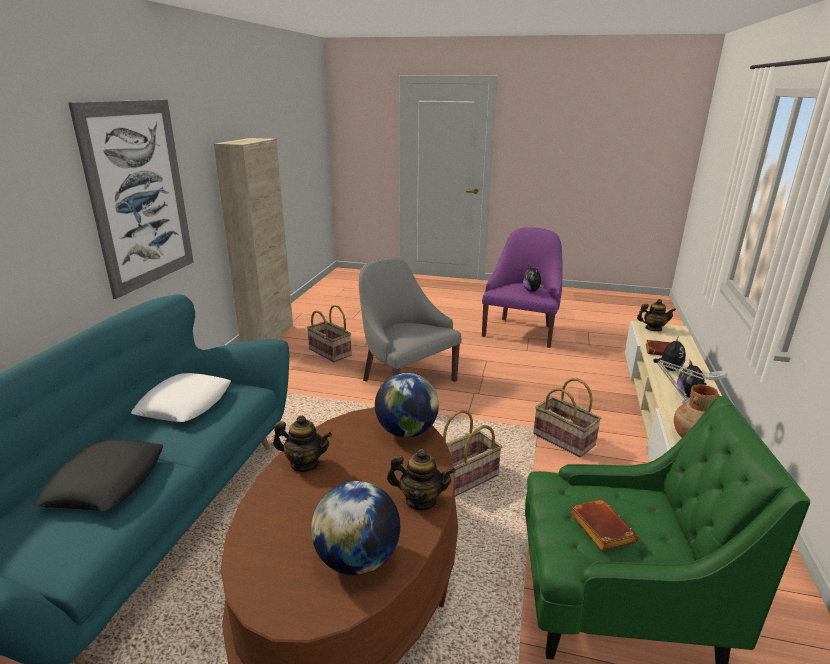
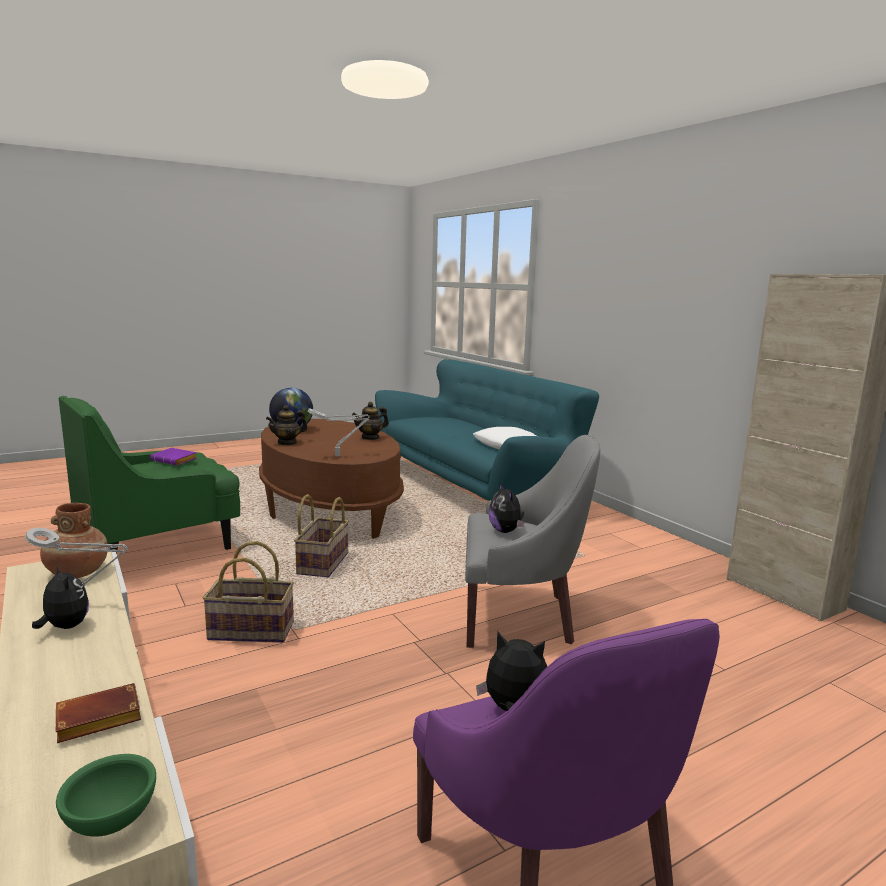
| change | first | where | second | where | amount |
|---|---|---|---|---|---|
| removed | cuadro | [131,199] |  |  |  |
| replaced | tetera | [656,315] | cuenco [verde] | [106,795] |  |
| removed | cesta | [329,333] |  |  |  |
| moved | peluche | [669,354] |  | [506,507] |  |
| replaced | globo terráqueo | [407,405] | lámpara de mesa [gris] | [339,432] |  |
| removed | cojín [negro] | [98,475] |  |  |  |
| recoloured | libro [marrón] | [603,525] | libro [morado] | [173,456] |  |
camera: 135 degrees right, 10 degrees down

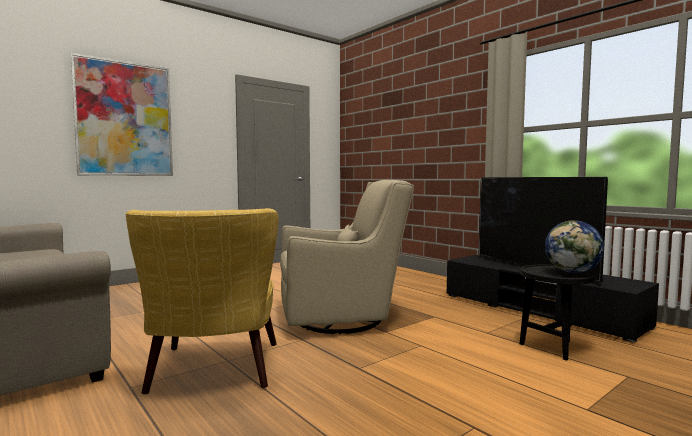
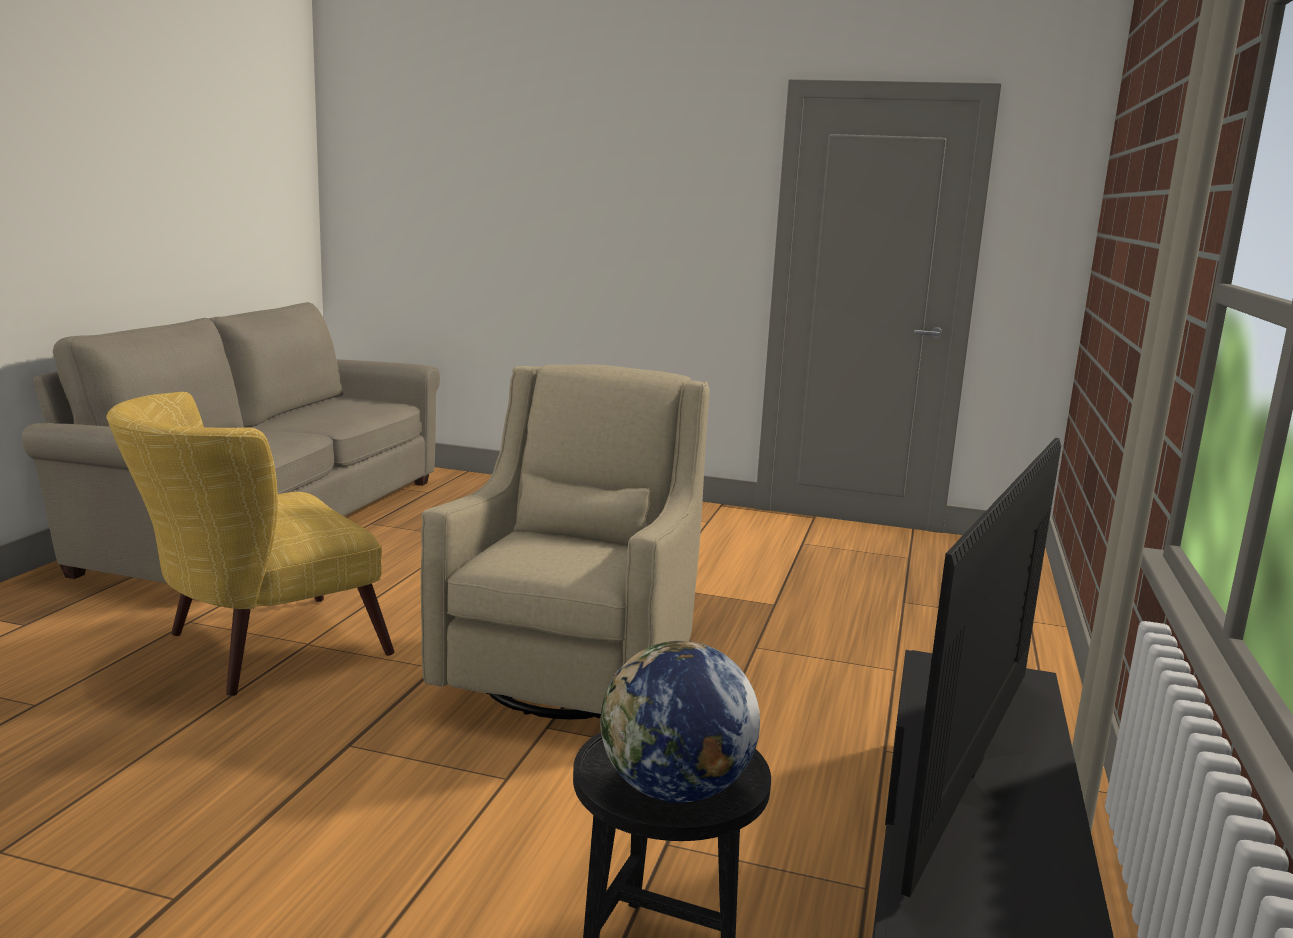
| change | first | where | second | where | amount |
|---|---|---|---|---|---|
| removed | cuadro | [121,114] |  |  |  |
| turned | sillón [beis] | [347,257] |  | [565,542] | 120 degrees counterclockwise |
camera: 55 degrees right, 10 degrees up

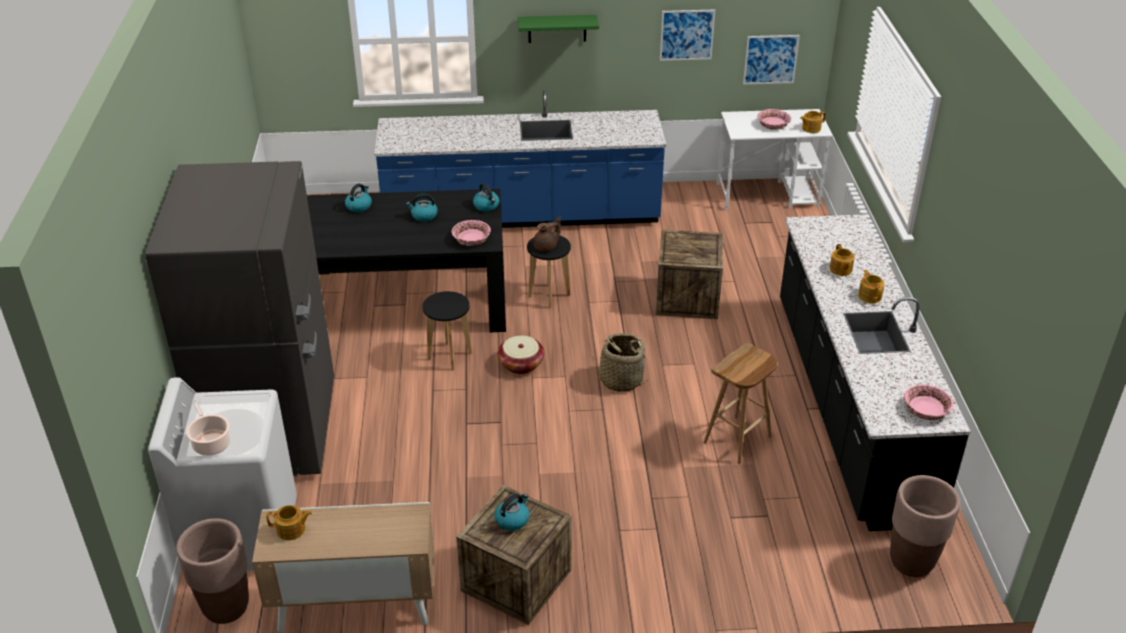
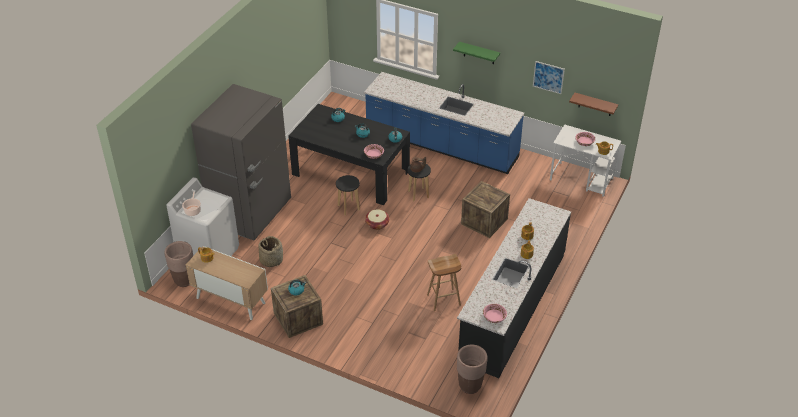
| change | first | where | second | where | amount |
|---|---|---|---|---|---|
| replaced | cuadro | [771,60] | estante [marrón] | [593,104] |  |
| moved | cesta | [620,362] |  | [270,251] |  |
camera: 30 degrees right, 5 degrees up

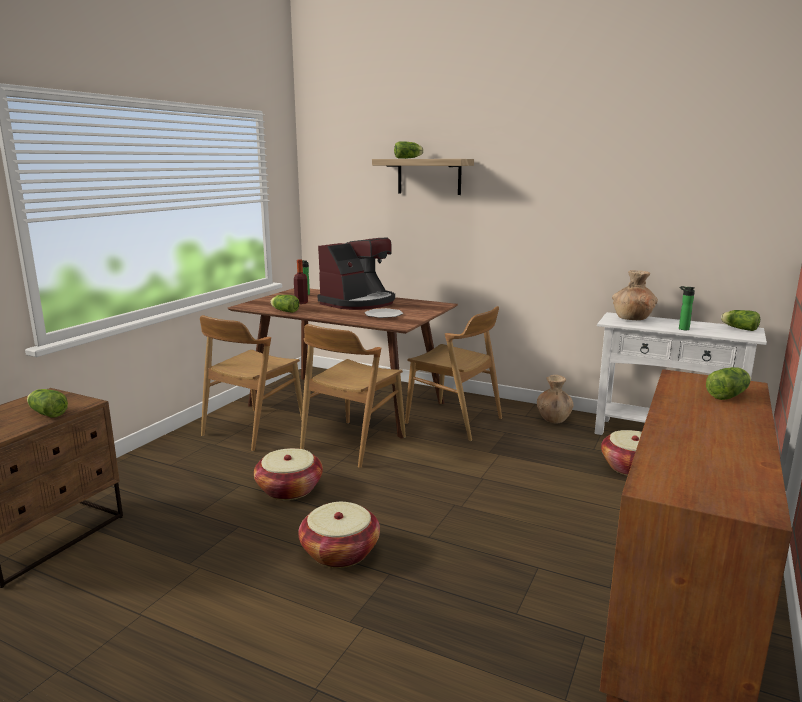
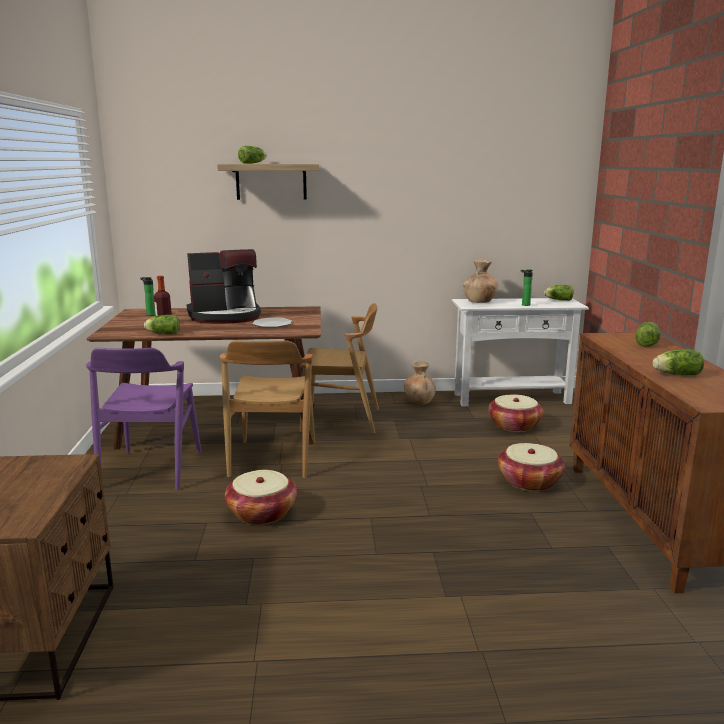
| change | first | where | second | where | amount |
|---|---|---|---|---|---|
| turned | cafetera | [356,274] |  | [224,286] | 60 degrees clockwise |
| recoloured | silla [marrón] | [251,383] | silla [morado] | [144,419] |  |
| moved | lechuga | [47,403] |  | [678,362] |  |
| moved | cesta | [339,535] |  | [531,467] |  |
camera: 30 degrees left, 0 degrees up

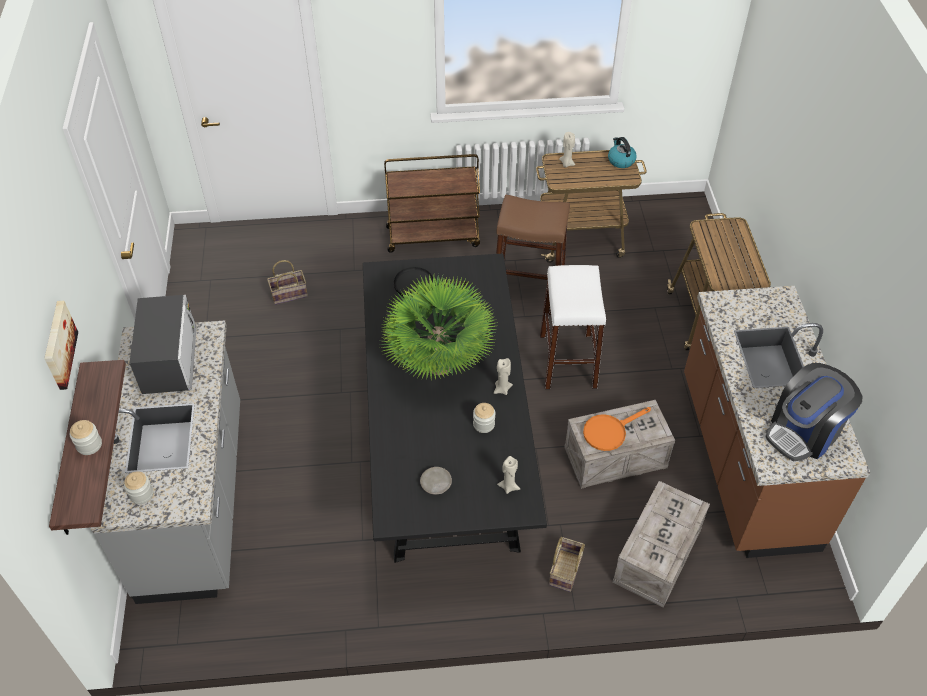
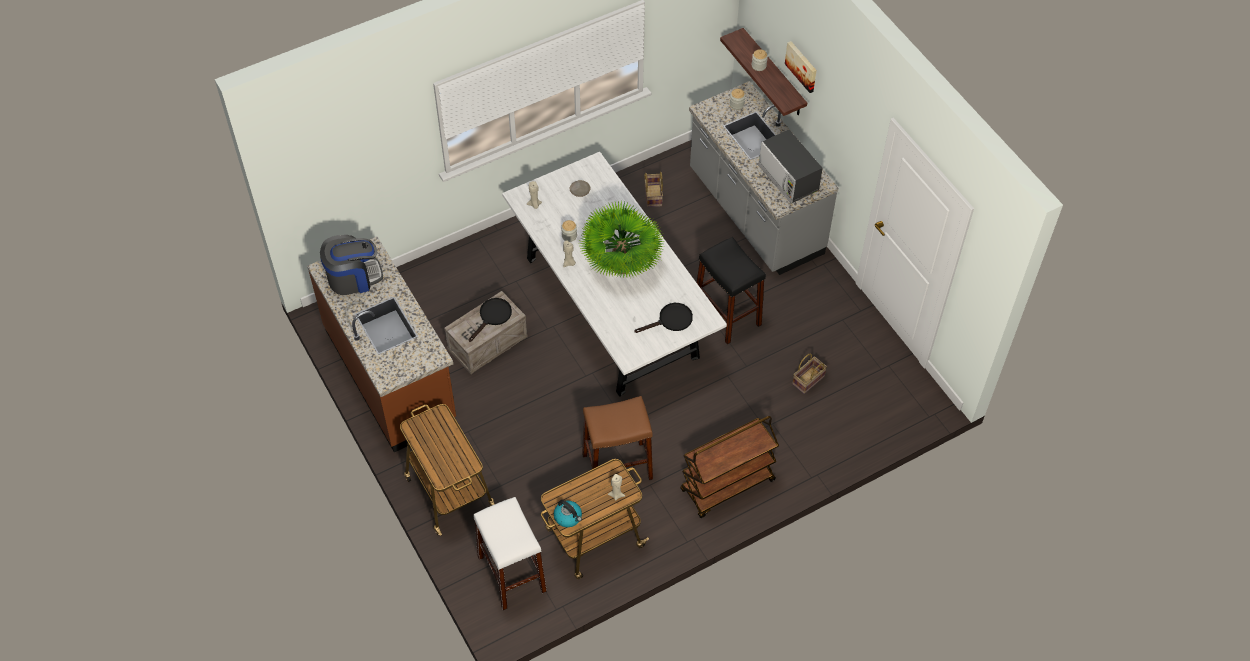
| change | first | where | second | where | amount |
|---|---|---|---|---|---|
| recoloured | mesa de comedor [negro] | [455,408] | mesa de comedor [blanco] | [614,274] |  |
| moved | taburete [blanco] | [573,327] |  | [510,553] |  |
| turned | cafetera | [814,412] |  | [351,265] | 45 degrees clockwise |
| recoloured | sartén [naranja] | [617,429] | sartén [negro] | [490,320] |  |
| removed | caja de embalaje | [661,544] |  |  |  |
| moved | cesta | [567,564] |  | [653,189] |  |
| added |  |  | taburete [negro] | [731,290] |  |
camera: 155 degrees right, 5 degrees up

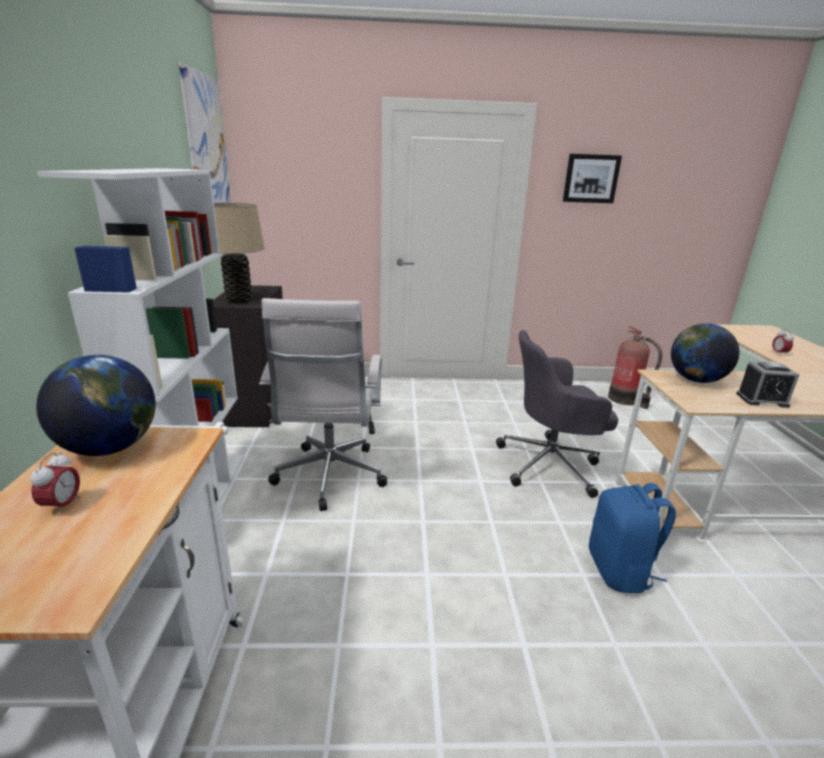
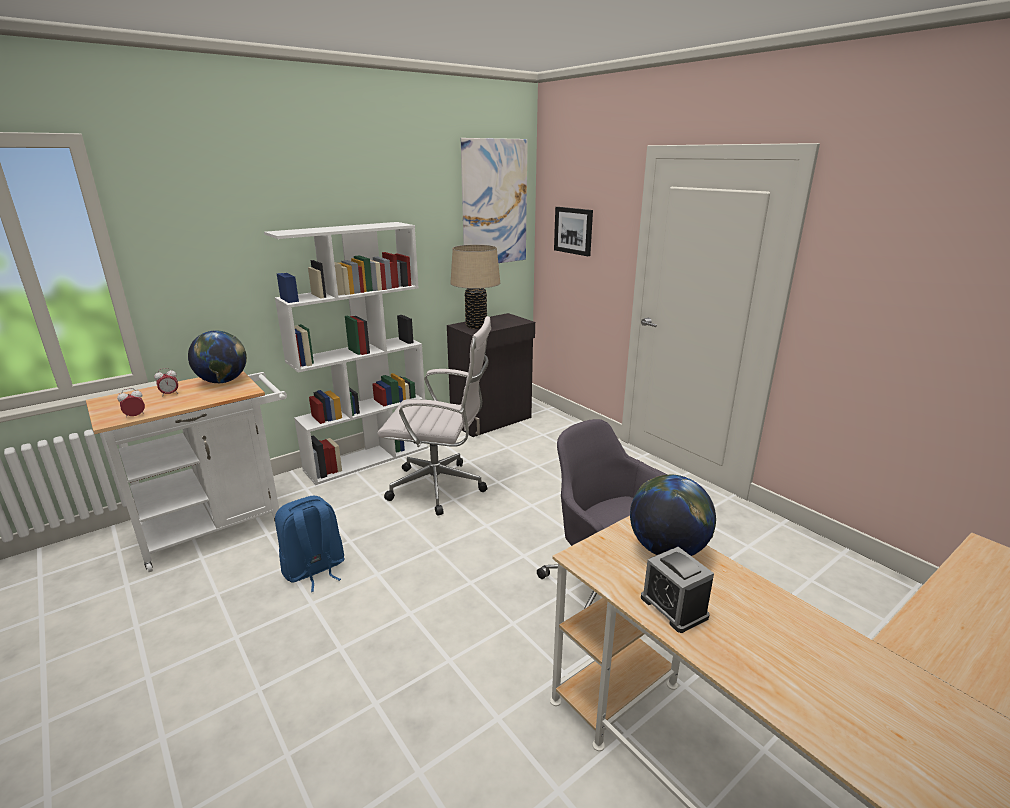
| change | first | where | second | where | amount |
|---|---|---|---|---|---|
| moved | cuadro | [592,178] |  | [573,231] |  |
| turned | silla de oficina [blanco] | [323,404] |  | [434,416] | 135 degrees counterclockwise |
| removed | extintor | [635,367] |  |  |  |
| moved | despertador | [783,342] |  | [131,402] |  |
| moved | mochila [azul] | [632,538] |  | [310,544] |  |
camera: 55 degrees right, 0 degrees up

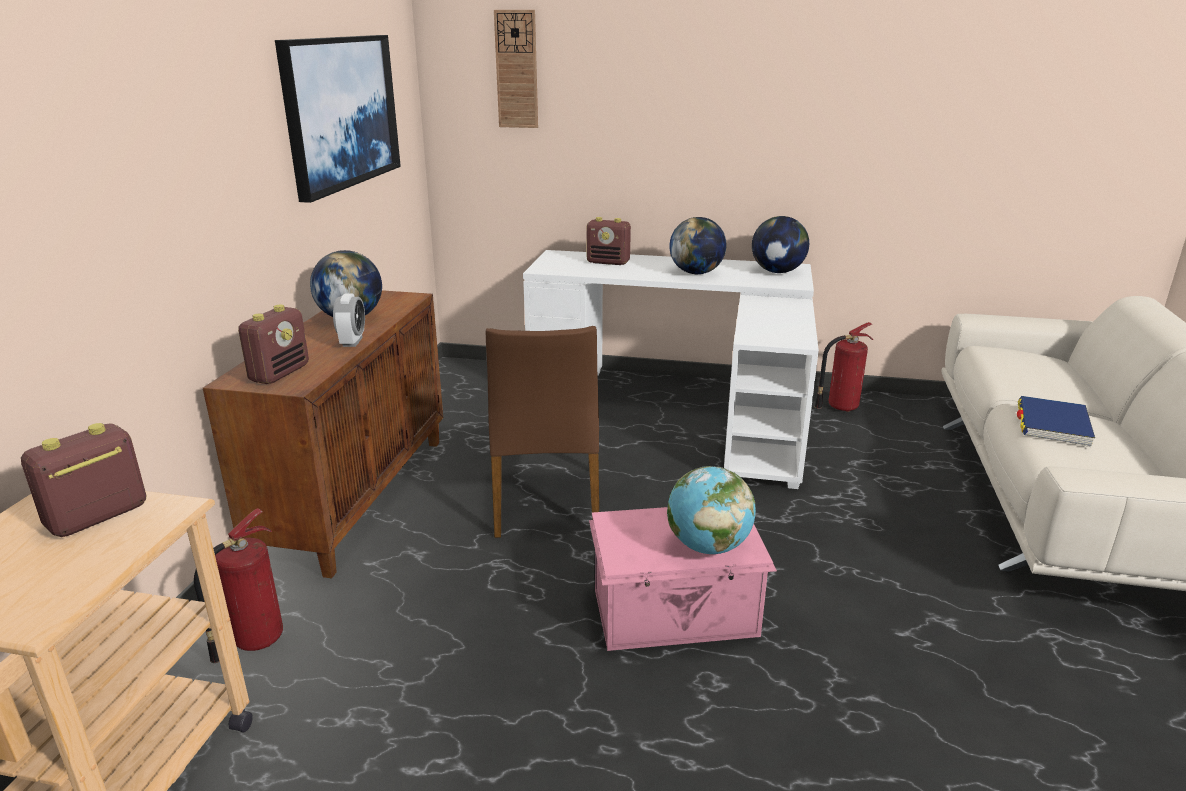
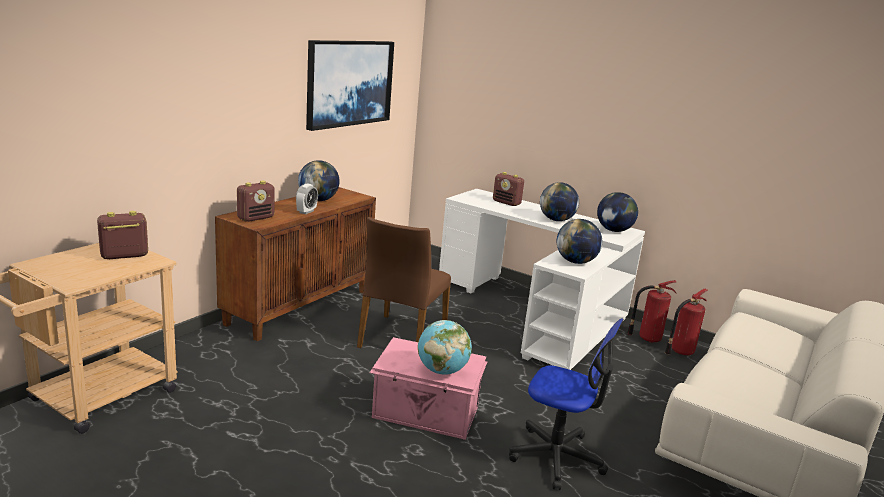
| change | first | where | second | where | amount |
|---|---|---|---|---|---|
| removed | reloj de pared | [516,69] |  |  |  |
| removed | libro [azul] | [1056,421] |  |  |  |
| moved | extintor | [238,585] |  | [686,322] |  |
| added |  |  | globo terráqueo | [579,241] |  |
| added |  |  | silla de oficina | [566,404] |  |
camera: 20 degrees right, 5 degrees down

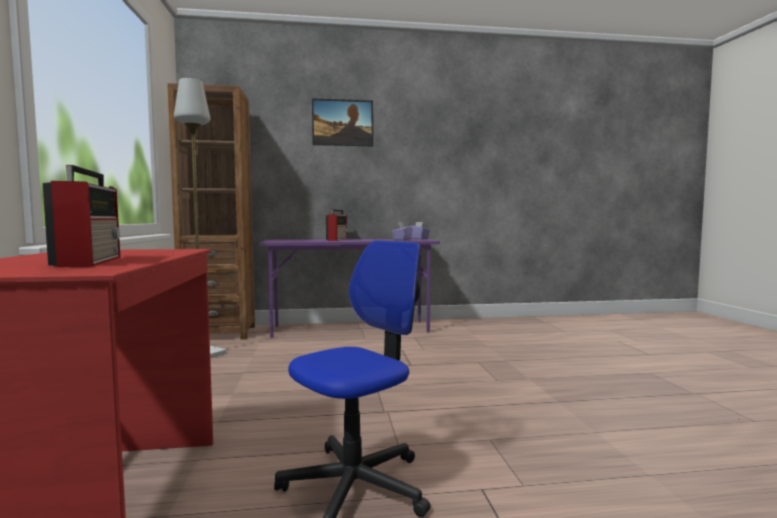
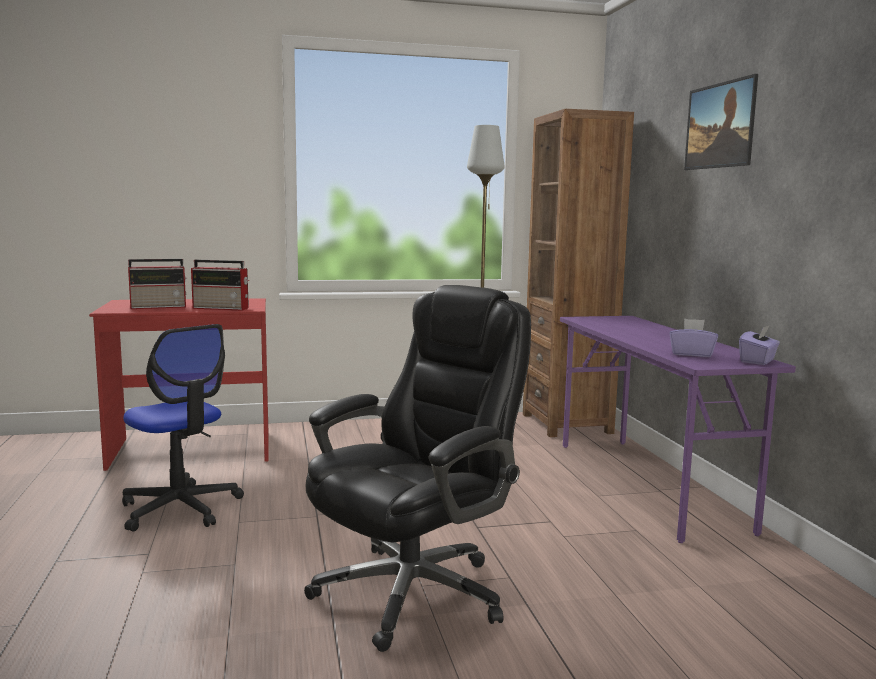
| change | first | where | second | where | amount |
|---|---|---|---|---|---|
| moved | radio | [336,225] |  | [220,285] |  |
| added |  |  | silla de oficina [negro] | [417,468] |  |
camera: 85 degrees right, 5 degrees up

